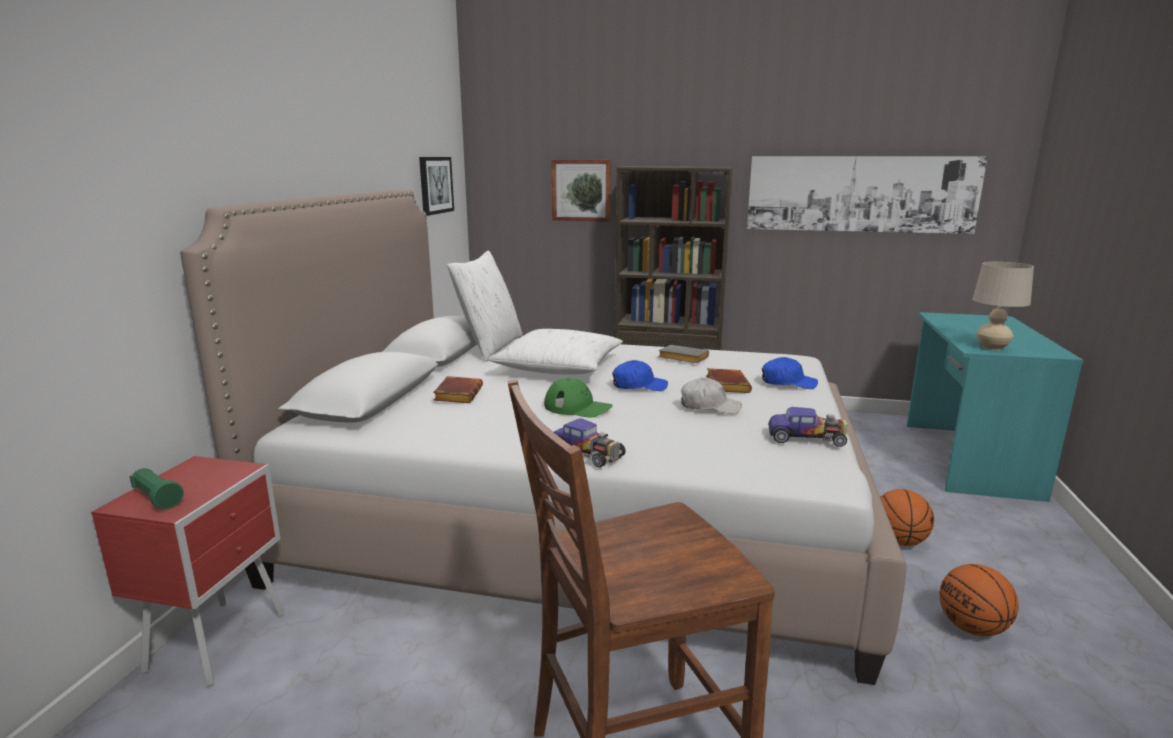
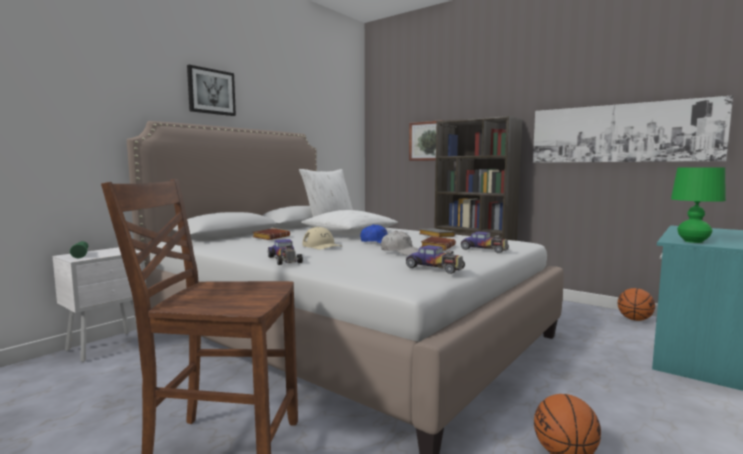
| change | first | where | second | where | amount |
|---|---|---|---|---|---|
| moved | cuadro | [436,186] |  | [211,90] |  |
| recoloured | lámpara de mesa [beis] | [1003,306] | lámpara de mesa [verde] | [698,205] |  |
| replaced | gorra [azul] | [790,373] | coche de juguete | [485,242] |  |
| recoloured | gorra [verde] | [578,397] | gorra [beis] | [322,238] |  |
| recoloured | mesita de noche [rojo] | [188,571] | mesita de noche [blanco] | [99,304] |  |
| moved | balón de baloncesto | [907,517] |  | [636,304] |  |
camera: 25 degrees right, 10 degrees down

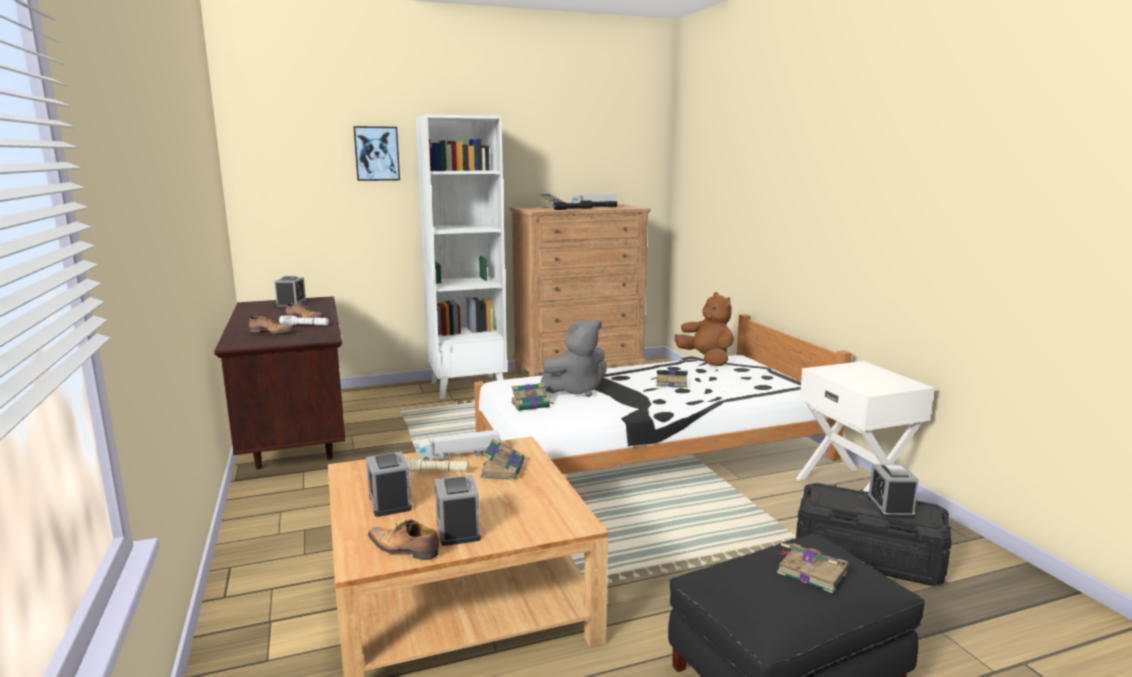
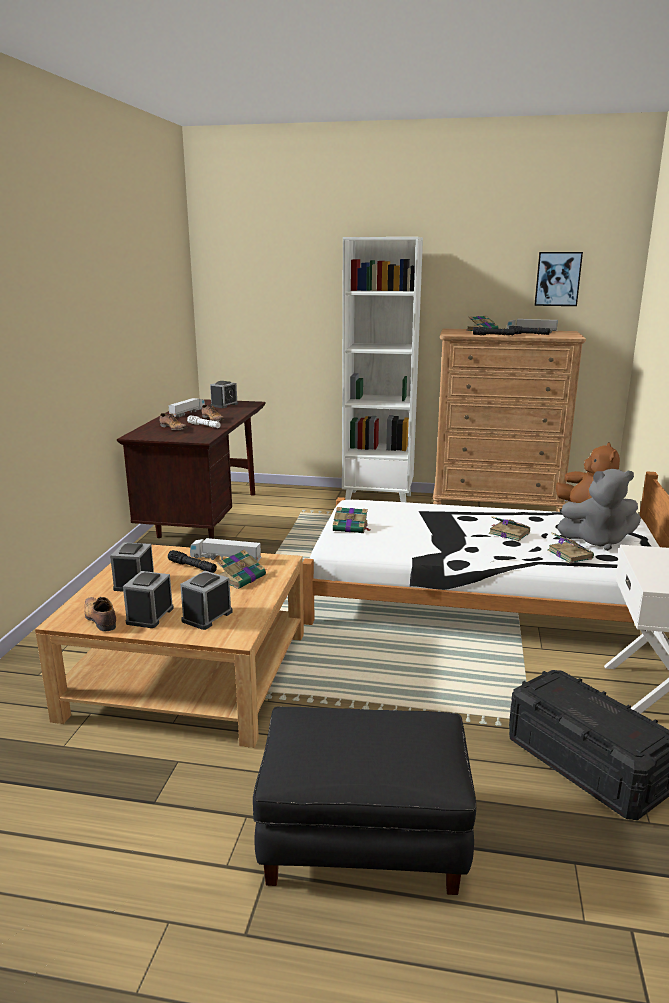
| change | first | where | second | where | amount |
|---|---|---|---|---|---|
| moved | cuadro | [376,153] |  | [558,279] |  |
| moved | peluche [gris] | [574,358] |  | [599,510] |  |
| recoloured | linterna [beis] | [437,465] | linterna [negro] | [192,561] |  |
| moved | despertador | [893,491] |  | [206,600] |  |
| moved | libro | [813,568] |  | [570,548] |  |
| added |  |  | camión de juguete | [186,407] |  |
camera: 30 degrees right, 5 degrees up

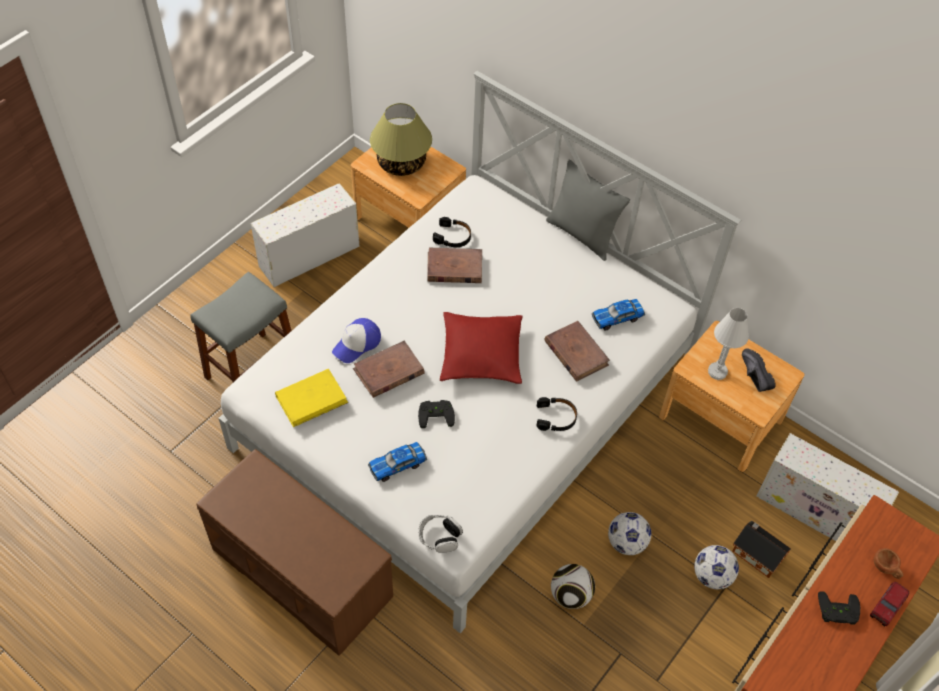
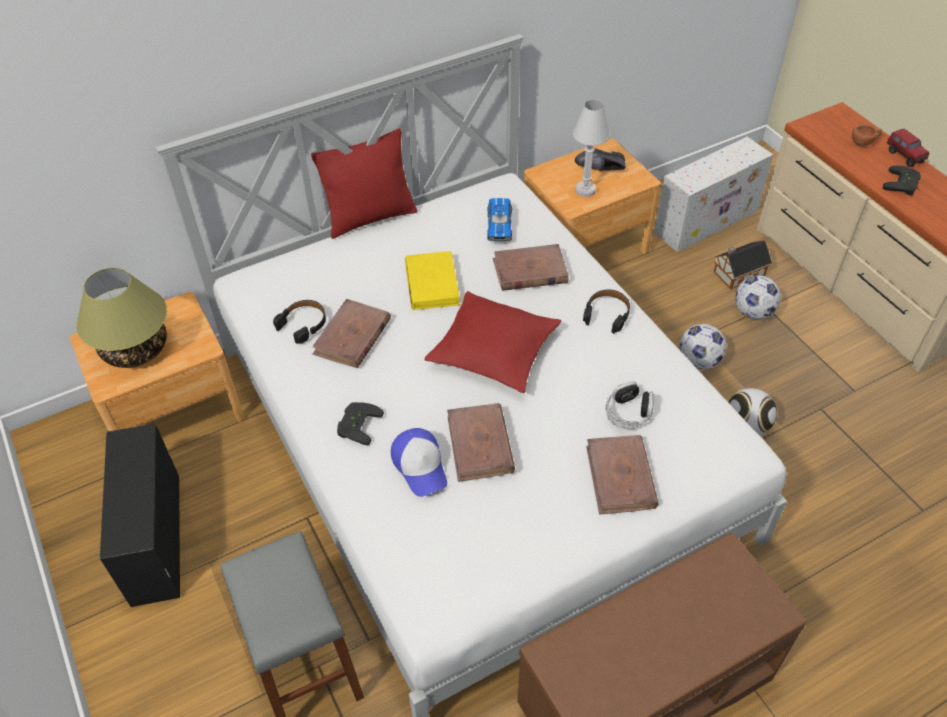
| change | first | where | second | where | amount |
|---|---|---|---|---|---|
| recoloured | cojín [gris] | [588,210] | cojín [rojo] | [364,183] |  |
| recoloured | caja de almacenaje [blanco] | [305,235] | caja de almacenaje [negro] | [140,515] |  |
| moved | libro [amarillo] | [311,398] |  | [432,280] |  |
| moved | mando de consola [negro] | [436,414] |  | [360,423] |  |
| replaced | coche de juguete | [397,462] | libro [marrón] | [622,474] |  |
| moved | auriculares | [441,534] |  | [630,405] |  |
camera: 65 degrees left, 5 degrees down

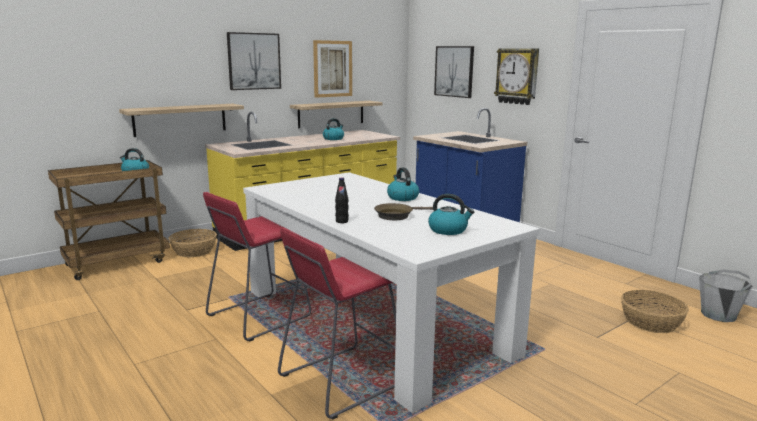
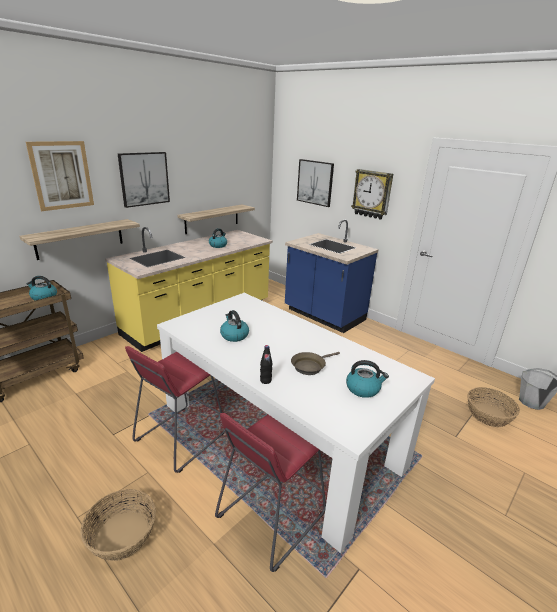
| change | first | where | second | where | amount |
|---|---|---|---|---|---|
| moved | cuadro | [332,69] |  | [60,176] |  |
| moved | hervidor | [403,184] |  | [234,326] |  |
| moved | cesta | [192,243] |  | [118,525] |  |
camera: 10 degrees left, 10 degrees up

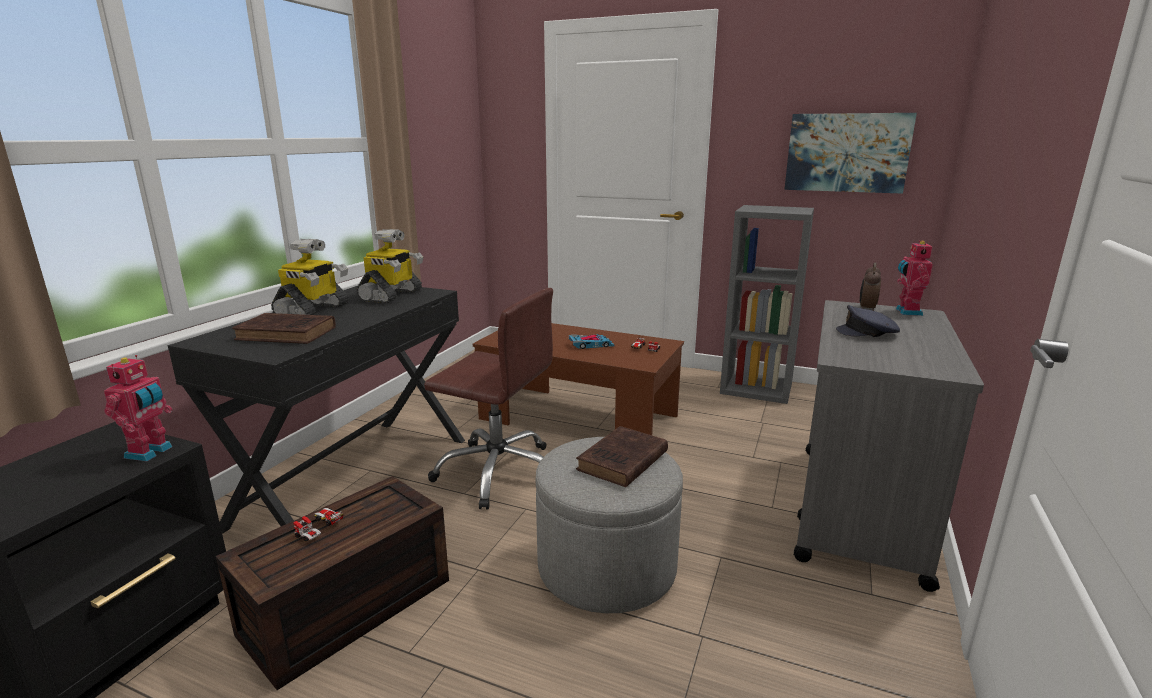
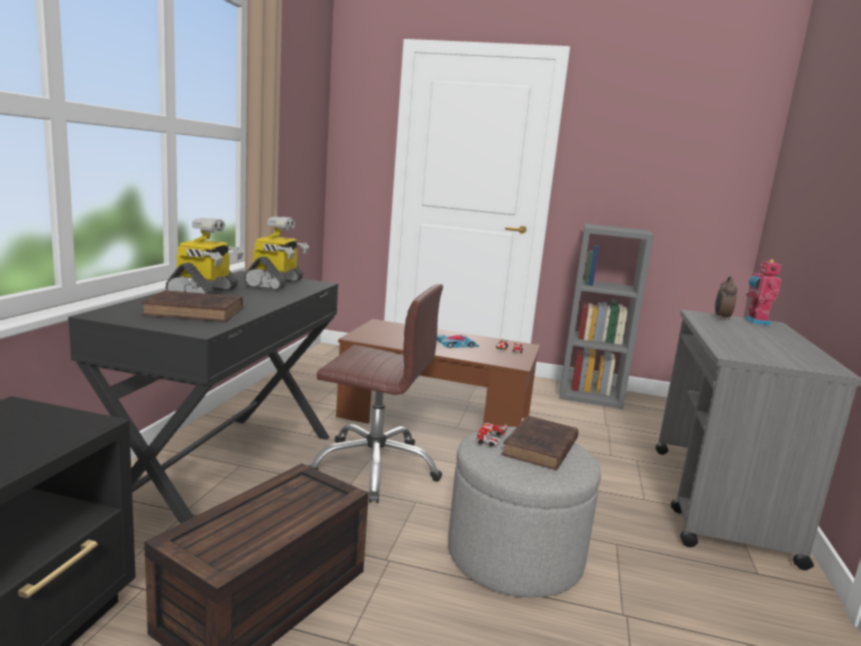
| change | first | where | second | where | amount |
|---|---|---|---|---|---|
| removed | cuadro | [850,153] |  |  |  |
| removed | gorra [gris] | [868,321] |  |  |  |
| removed | robot de juguete | [138,408] |  |  |  |
| moved | coche de juguete | [318,525] |  | [492,435] |  |
camera: 10 degrees left, 5 degrees down

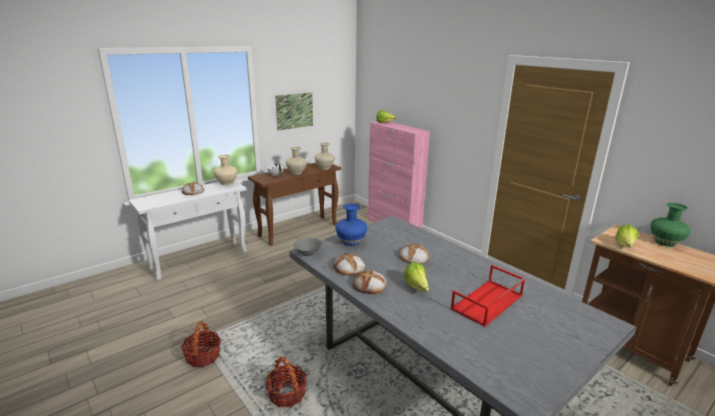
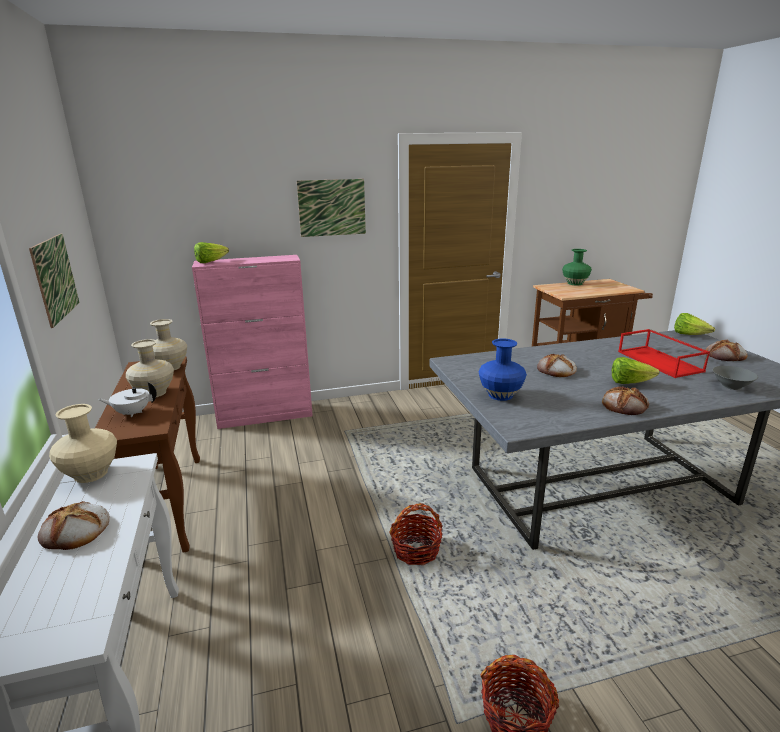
| change | first | where | second | where | amount |
|---|---|---|---|---|---|
| moved | lechuga | [627,236] |  | [694,324] |  |
| moved | cuenco [gris] | [307,247] |  | [735,378] |  |
| moved | pan | [349,264] |  | [726,350] |  |
| moved | cesta | [286,381] |  | [416,534] |  |
| added |  |  | cuadro | [331,208] |  |
camera: 65 degrees left, 0 degrees up

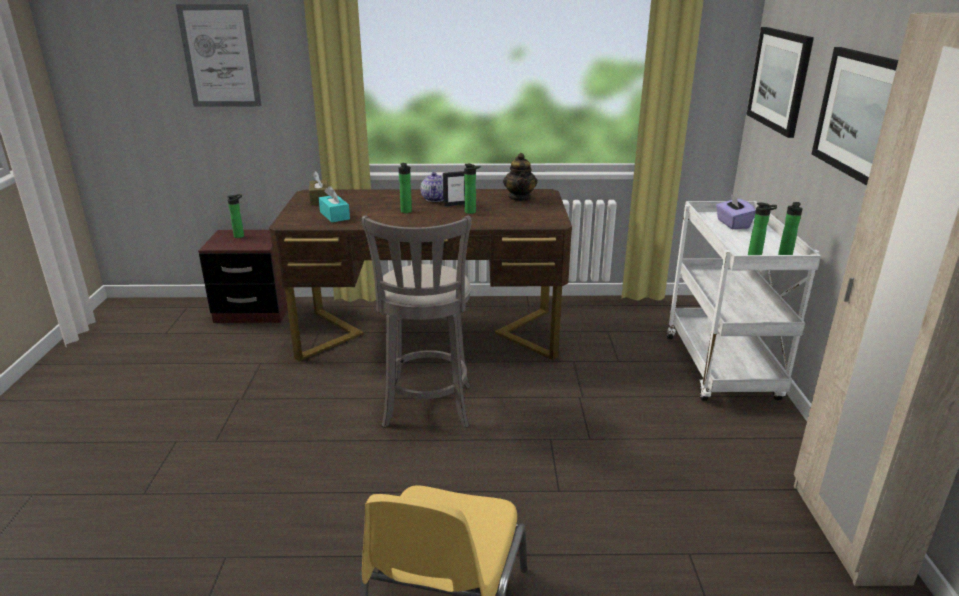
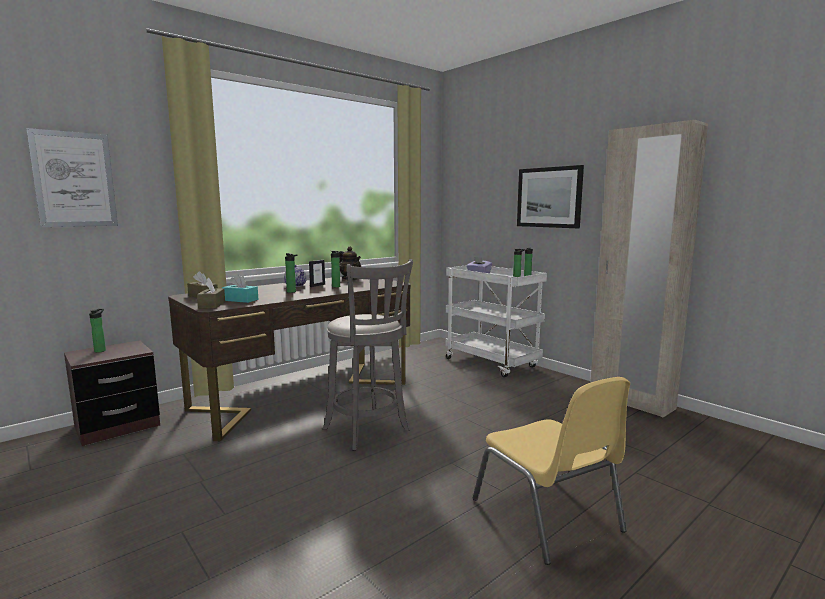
| change | first | where | second | where | amount |
|---|---|---|---|---|---|
| removed | cuadro | [780,82] |  |  |  |
| added |  |  | caja de pañuelos [marrón] | [211,293] |  |
camera: 40 degrees left, 15 degrees down

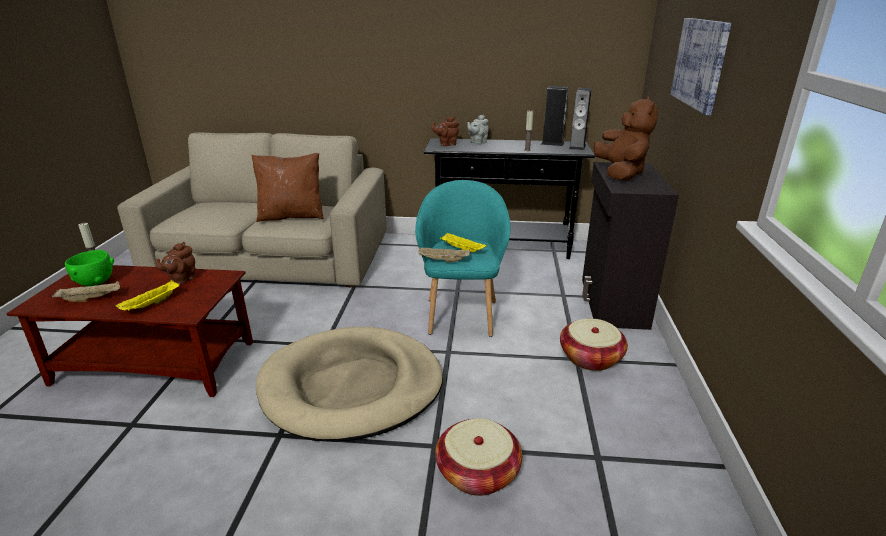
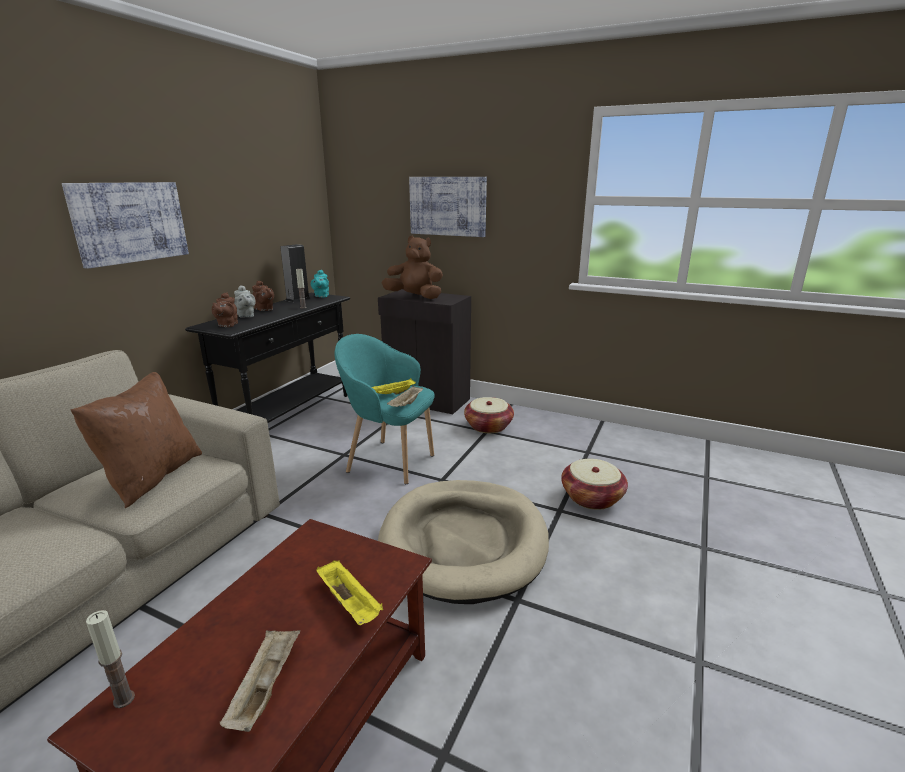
| change | first | where | second | where | amount |
|---|---|---|---|---|---|
| replaced | altavoz | [580,119] | tetera [turquesa] | [320,284] |  |
| moved | tetera [marrón] | [176,263] |  | [263,296] |  |
| removed | cuenco [verde] | [89,268] |  |  |  |
| added |  |  | cuadro | [125,225] |  |
camera: 70 degrees left, 5 degrees down

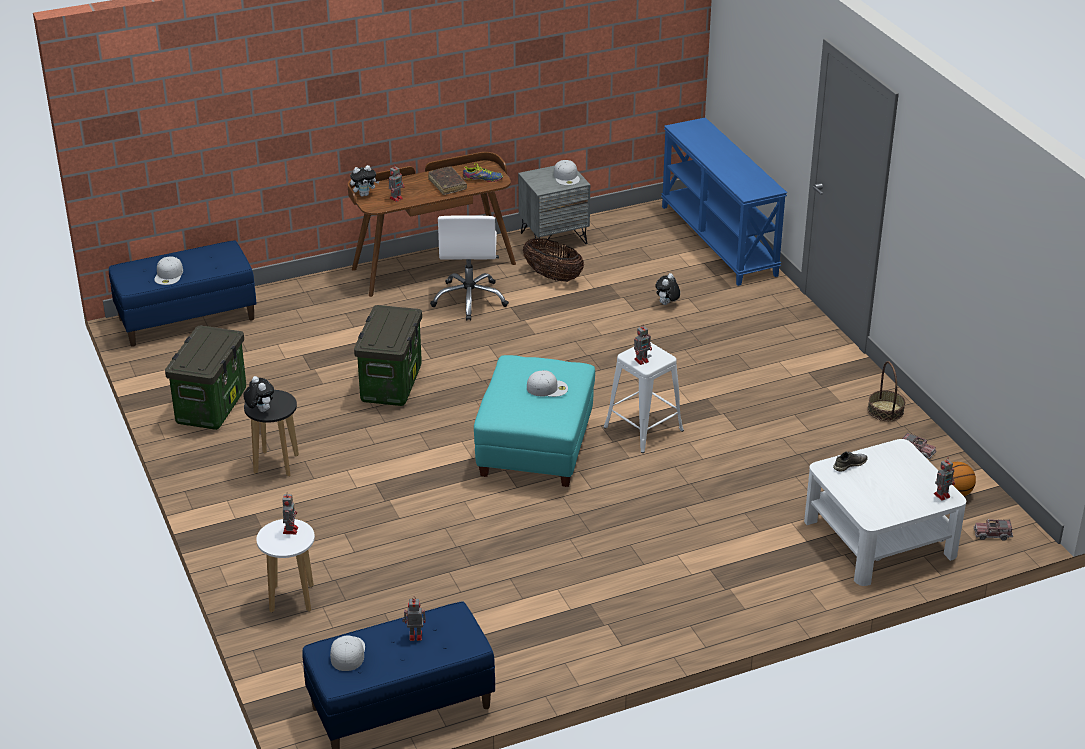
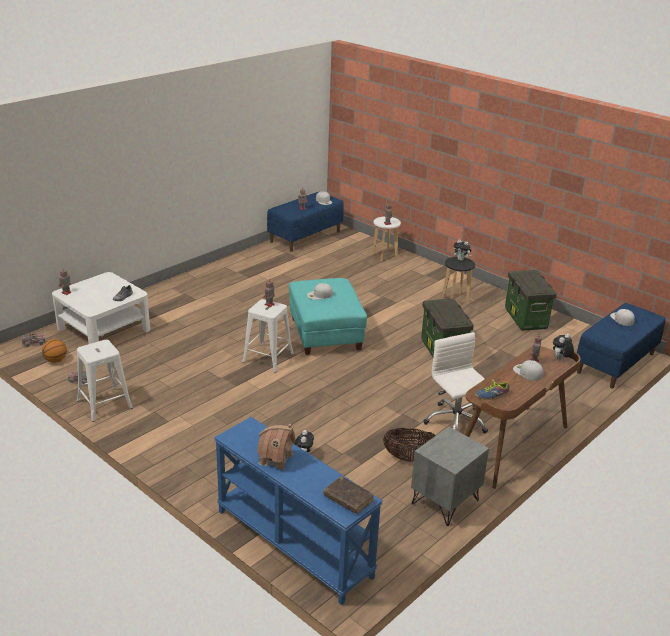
| change | first | where | second | where | amount |
|---|---|---|---|---|---|
| moved | gorra [blanco] | [567,172] |  | [528,370] |  |
| moved | libro [marrón] | [447,180] |  | [349,495] |  |
| replaced | cesta | [886,391] | taburete [blanco] | [105,381] |  |
| added |  |  | casita | [276,447] |  |
camera: 155 degrees right, 5 degrees down

